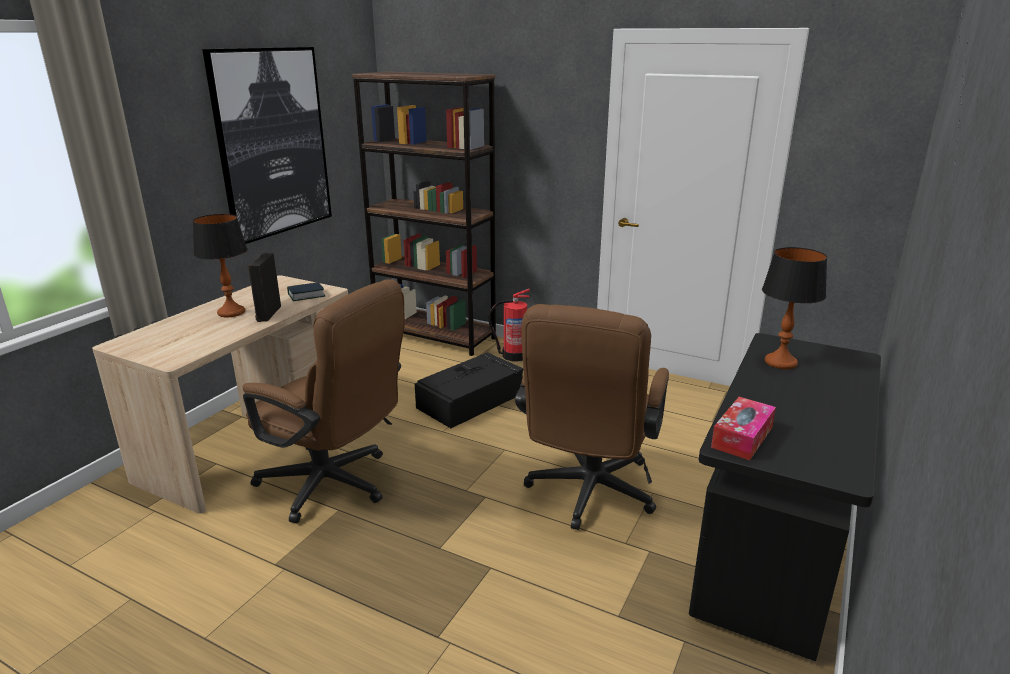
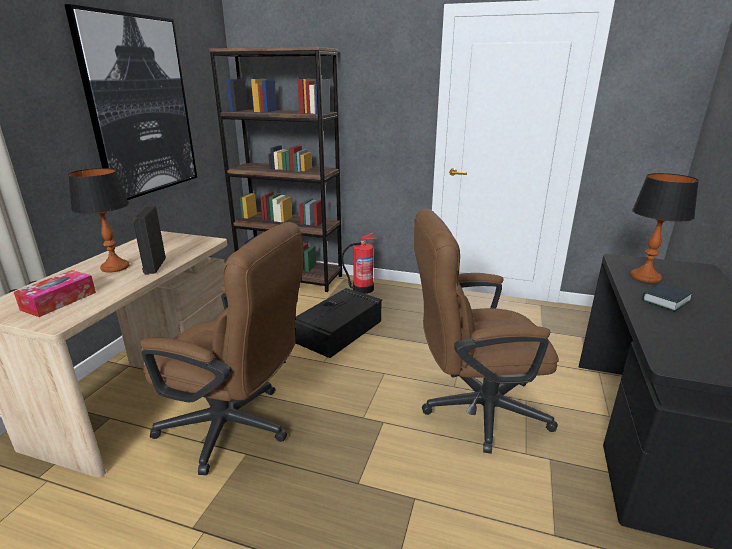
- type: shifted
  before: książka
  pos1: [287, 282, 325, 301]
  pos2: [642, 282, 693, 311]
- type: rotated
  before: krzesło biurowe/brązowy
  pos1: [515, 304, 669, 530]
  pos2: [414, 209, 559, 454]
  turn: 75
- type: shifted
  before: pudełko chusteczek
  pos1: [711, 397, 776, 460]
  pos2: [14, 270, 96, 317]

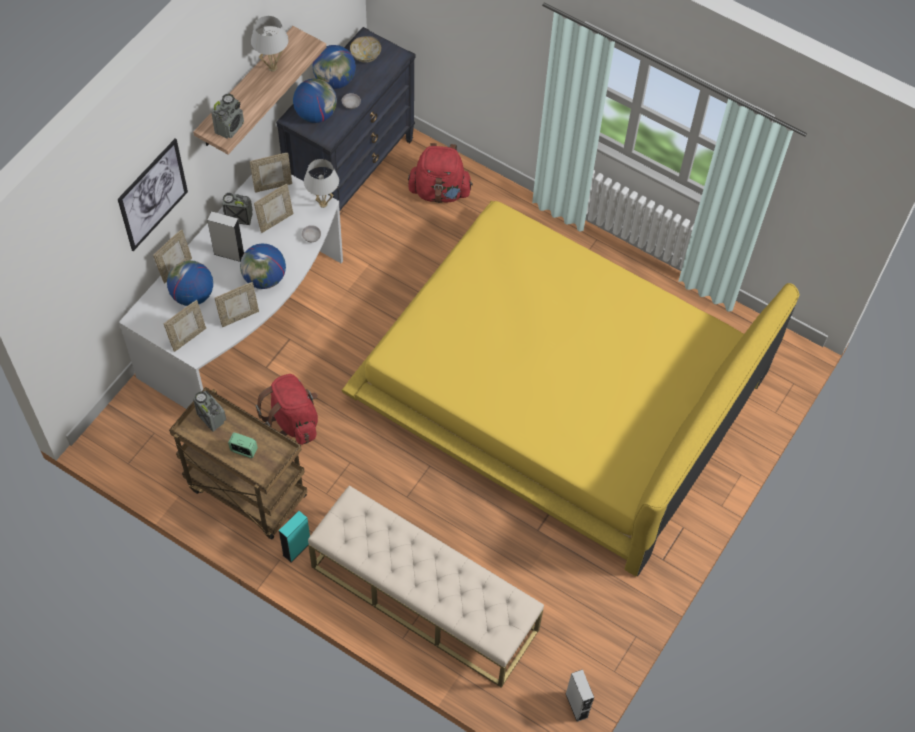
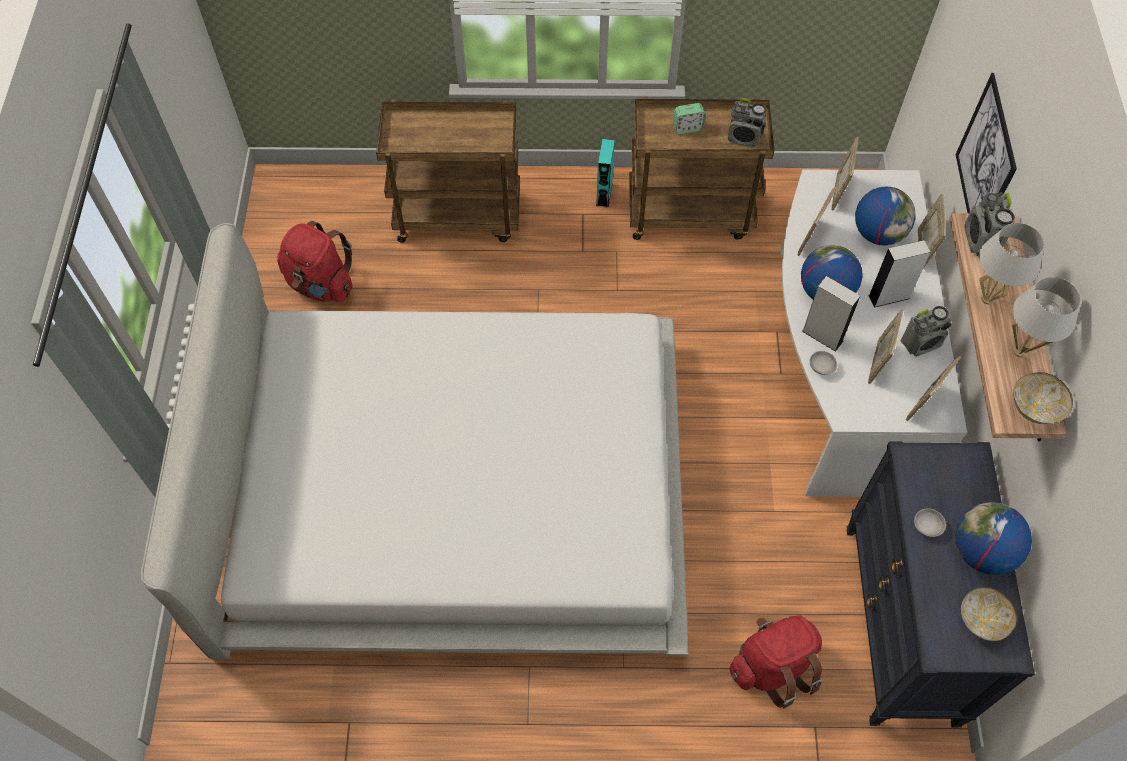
- type: shifted
  before: plecak/czerwony
  pos1: [256, 374, 318, 445]
  pos2: [277, 221, 353, 302]
- type: gone
  before: globus
  pos1: [293, 78, 337, 123]
- type: shifted
  before: lampa stołowa/biały
  pos1: [304, 159, 339, 208]
  pos2: [979, 223, 1044, 305]
- type: swapped
  before: ławka/beżowy
  after: wózek/brązowy
  pos1: [308, 486, 544, 688]
  pos2: [376, 100, 520, 243]
- type: repainted
  before: łóżko/żółty
  after: łóżko/biały
  pos1: [342, 201, 800, 577]
  pos2: [141, 223, 689, 659]
- type: shifted
  before: głośnik/szary
  pos1: [565, 669, 594, 722]
  pos2: [802, 276, 860, 352]
- type: new
  after: miska
  pos2: [1013, 372, 1073, 424]

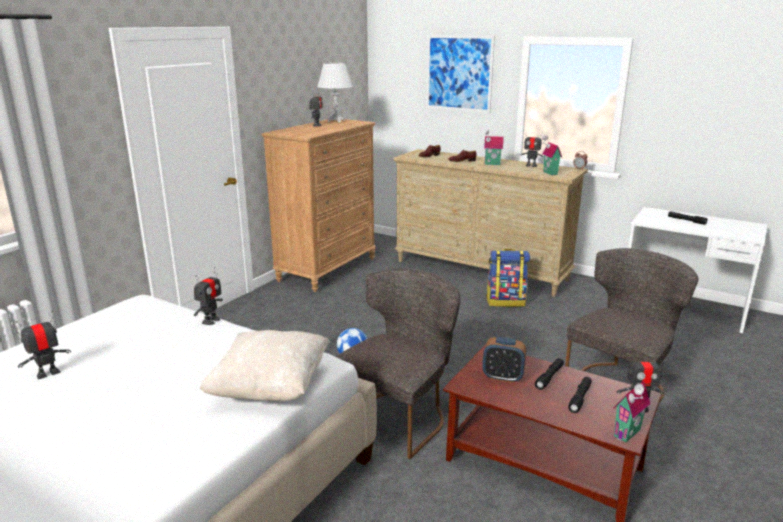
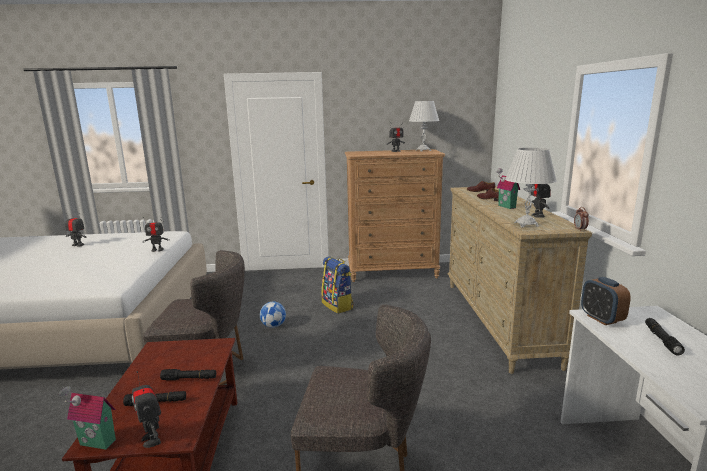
- type: gone
  before: poduszka/beżowy
  pos1: [200, 330, 331, 401]
- type: gone
  before: obraz
  pos1: [426, 35, 495, 113]
- type: shifted
  before: budzik
  pos1: [483, 337, 526, 383]
  pos2: [581, 277, 631, 325]
- type: shifted
  before: plecak
  pos1: [486, 249, 530, 307]
  pos2: [321, 256, 354, 314]
- type: swapped
  before: domek
  after: lampa stołowa/biały
  pos1: [542, 135, 562, 175]
  pos2: [505, 148, 557, 227]

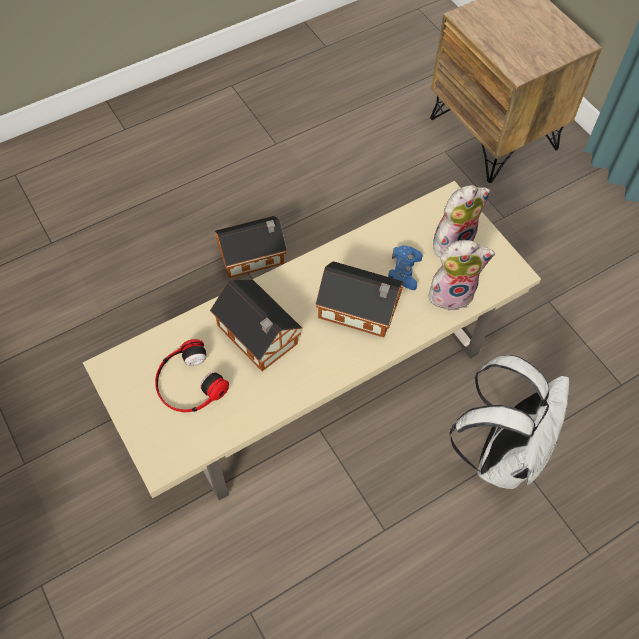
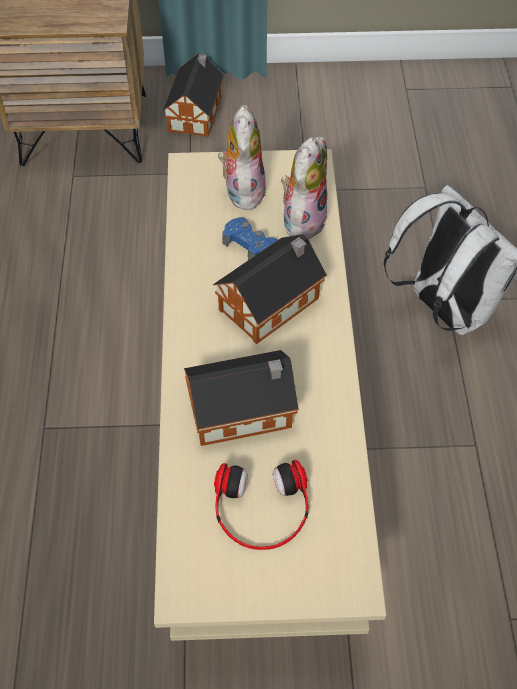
- type: shifted
  before: domek
  pos1: [215, 216, 287, 278]
  pos2: [163, 53, 224, 137]

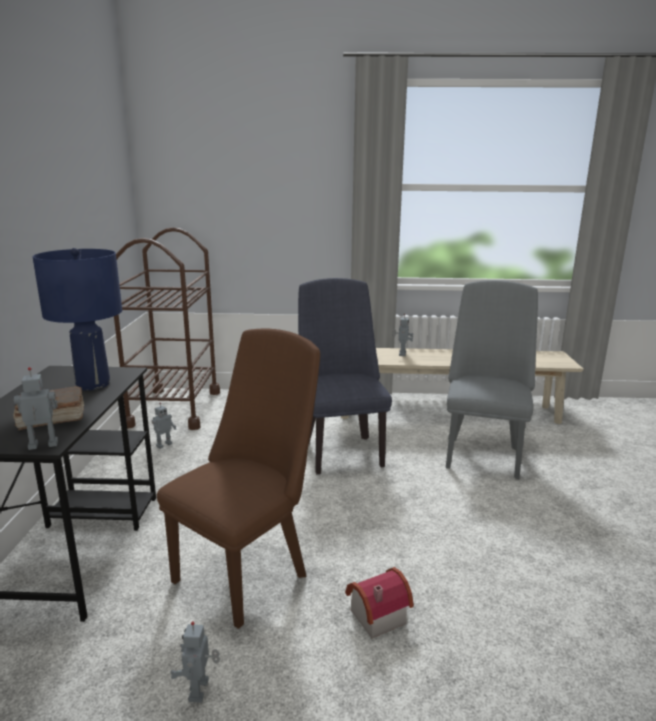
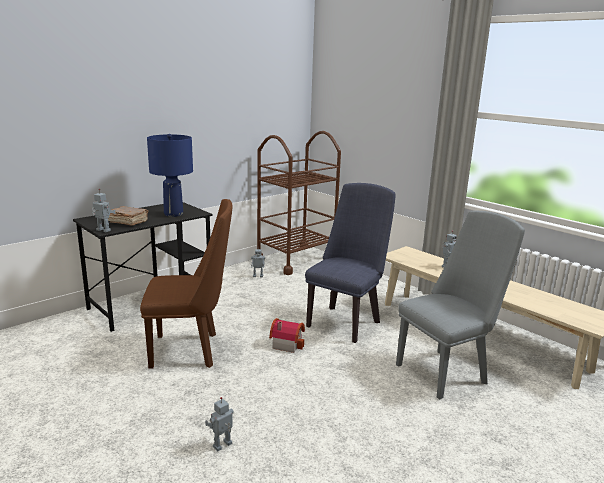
- type: shifted
  before: robot zabawkowy
  pos1: [170, 621, 220, 703]
  pos2: [205, 397, 234, 452]
- type: shifted
  before: domek
  pos1: [345, 567, 414, 638]
  pos2: [269, 318, 305, 353]

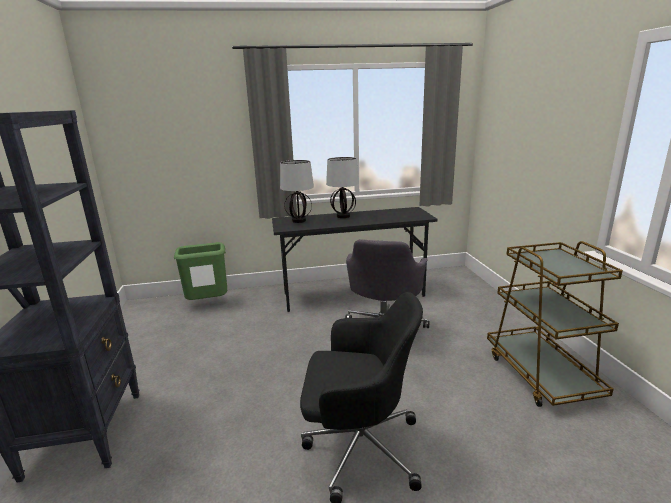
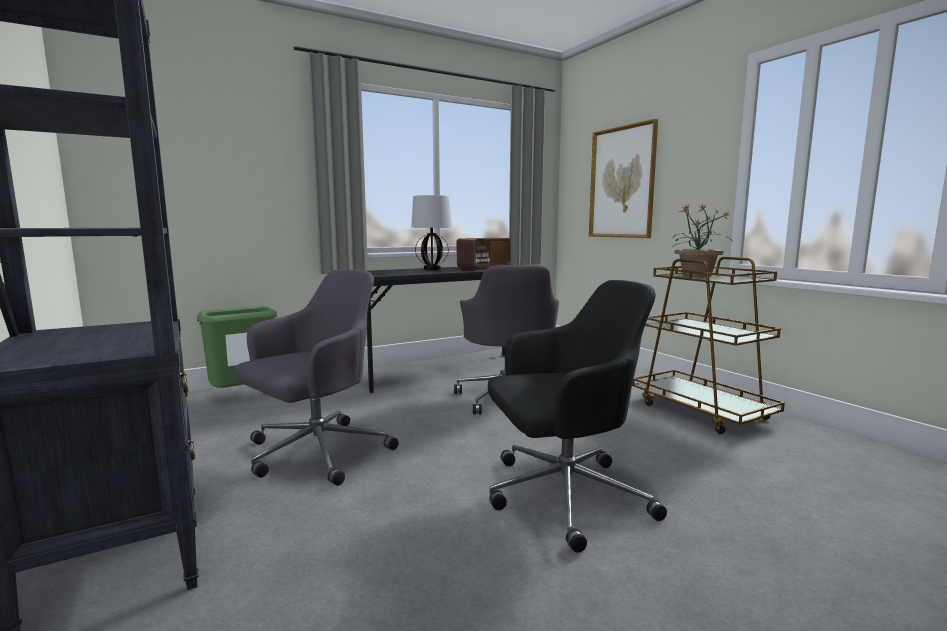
- type: gone
  before: lampa stołowa
  pos1: [280, 160, 314, 223]
- type: new
  after: krzesło biurowe/szary
  pos2: [235, 269, 399, 486]
- type: new
  after: radio
  pos2: [456, 238, 511, 270]
- type: new
  after: obraz
  pos2: [589, 119, 658, 238]
- type: new
  after: roślina doniczkowa
  pos2: [673, 204, 732, 277]

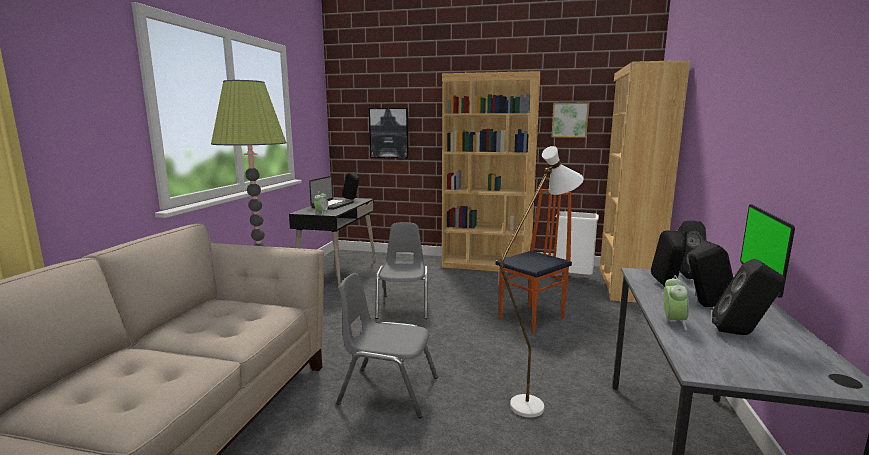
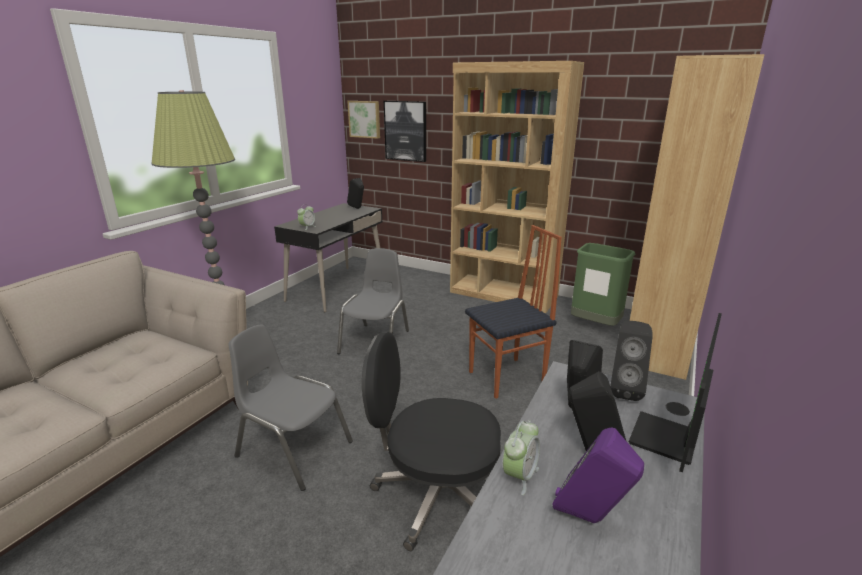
- type: gone
  before: laptop
  pos1: [309, 176, 354, 210]
- type: swapped
  before: lampa stojąca/biały
  after: krzesło biurowe/czarny
  pos1: [500, 146, 583, 418]
  pos2: [362, 332, 501, 551]
- type: shifted
  before: obraz
  pos1: [552, 103, 589, 138]
  pos2: [347, 101, 380, 139]
- type: repainted
  before: kosz na śmieci/biały
  after: kosz na śmieci/zielony
  pos1: [556, 211, 599, 275]
  pos2: [571, 243, 635, 326]
- type: repainted
  before: głośnik/czarny
  after: głośnik/fioletowy
  pos1: [712, 259, 785, 335]
  pos2: [552, 427, 644, 523]

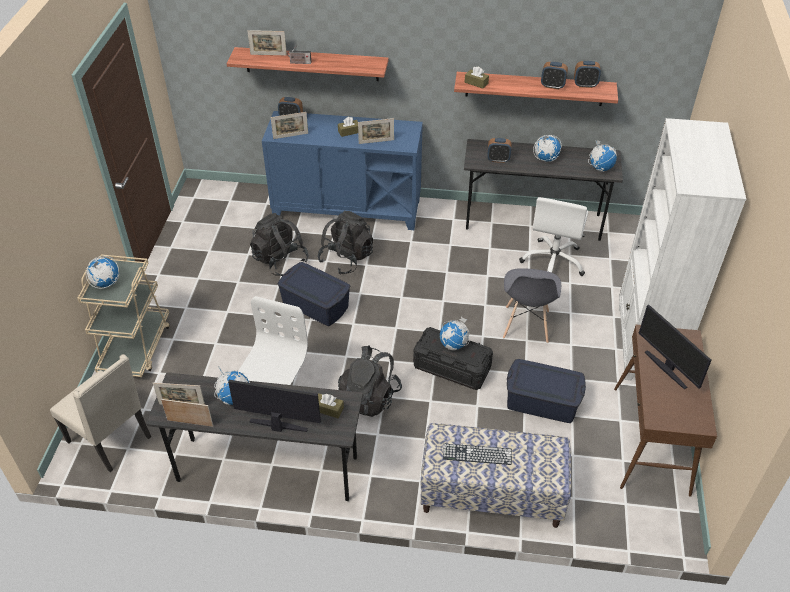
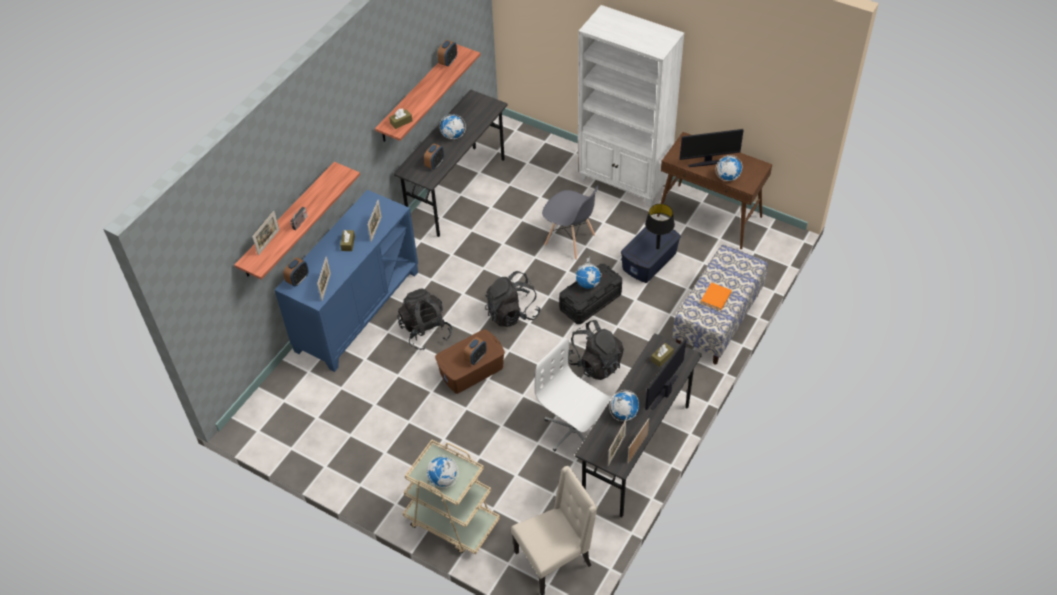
- type: shifted
  before: plecak/czarny
  pos1: [250, 213, 309, 276]
  pos2: [485, 271, 541, 327]
- type: repainted
  before: pojemnik do przechowywania/niebieski
  after: pojemnik do przechowywania/brązowy
  pos1: [278, 262, 350, 326]
  pos2: [435, 329, 505, 394]
- type: swapped
  before: klawiatura
  after: książka/pomarańczowy
  pos1: [443, 444, 512, 465]
  pos2: [700, 282, 732, 311]
- type: gone
  before: krzesło biurowe/biały
  pos1: [519, 197, 588, 276]
- type: shifted
  before: budzik
  pos1: [541, 62, 568, 89]
  pos2: [464, 337, 487, 365]
- type: shifted
  before: globus
  pos1: [588, 140, 617, 172]
  pos2: [716, 155, 742, 181]
- type: new
  after: lampa stołowa/czarny
  pos2: [645, 204, 675, 249]

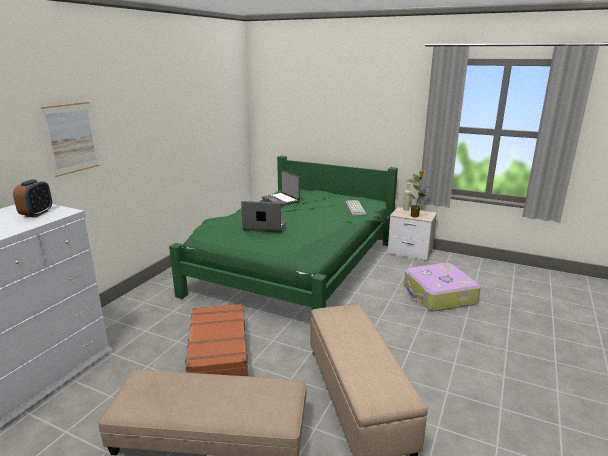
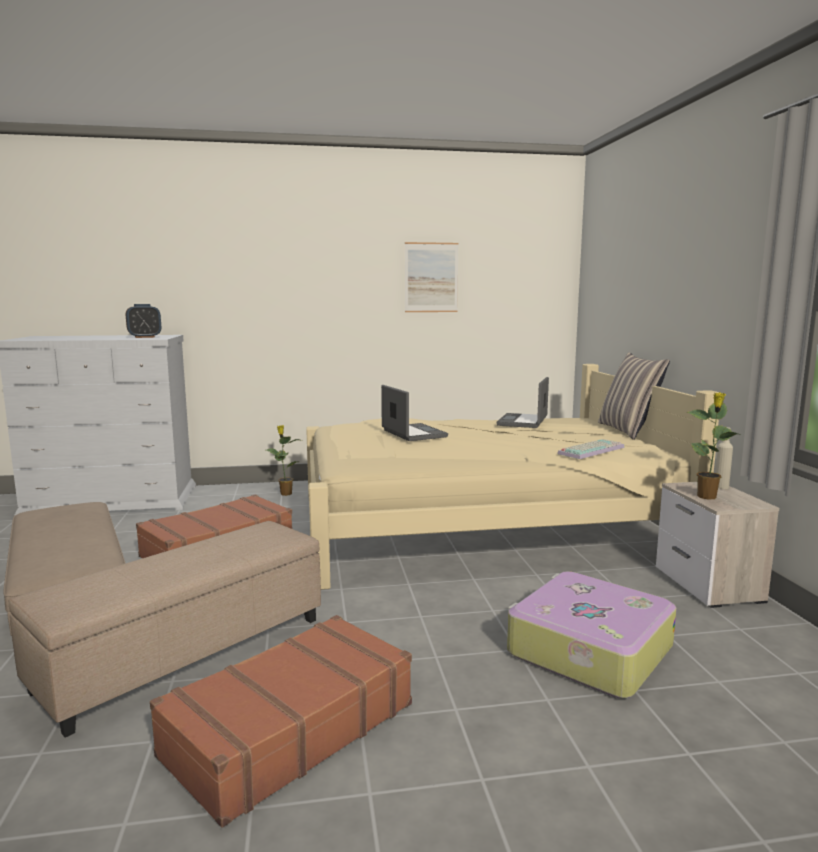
- type: shifted
  before: obraz
  pos1: [41, 102, 100, 177]
  pos2: [405, 242, 459, 312]
- type: repainted
  before: łóżko/zielony
  after: łóżko/beżowy
  pos1: [169, 156, 398, 310]
  pos2: [306, 364, 719, 590]
- type: new
  after: walizka/brązowy
  pos2: [150, 615, 412, 828]
- type: new
  after: roślina doniczkowa
  pos2: [266, 425, 302, 496]
- type: new
  after: poduszka
  pos2: [598, 352, 670, 440]

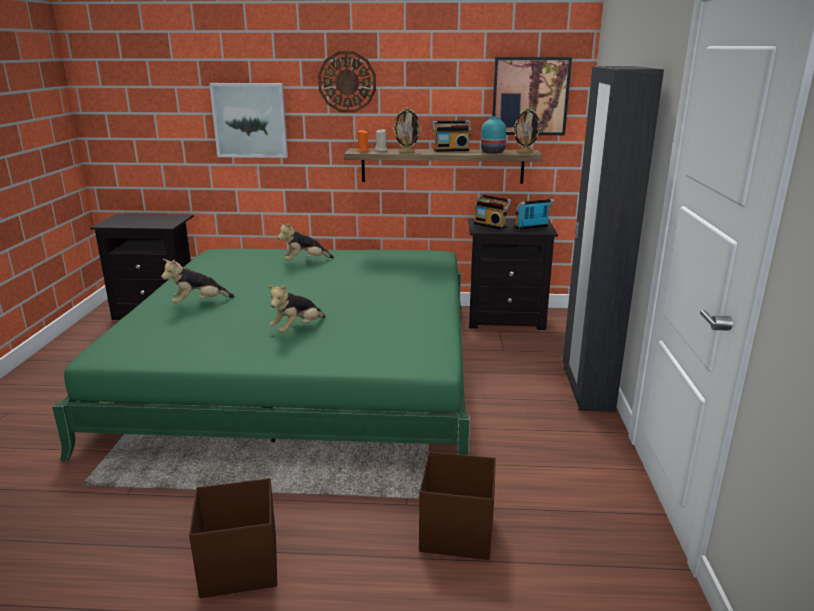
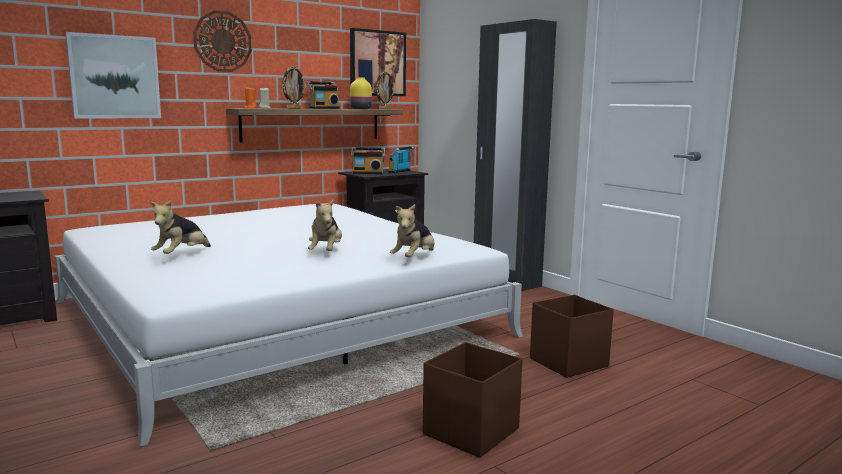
- type: repainted
  before: łóżko/zielony
  after: łóżko/biały
  pos1: [52, 249, 470, 462]
  pos2: [55, 203, 523, 447]
- type: shifted
  before: pluszak
  pos1: [278, 223, 334, 260]
  pos2: [390, 204, 435, 257]
- type: repainted
  before: wazon/turkusowy
  after: wazon/żółty
  pos1: [481, 116, 506, 154]
  pos2: [350, 77, 372, 109]

